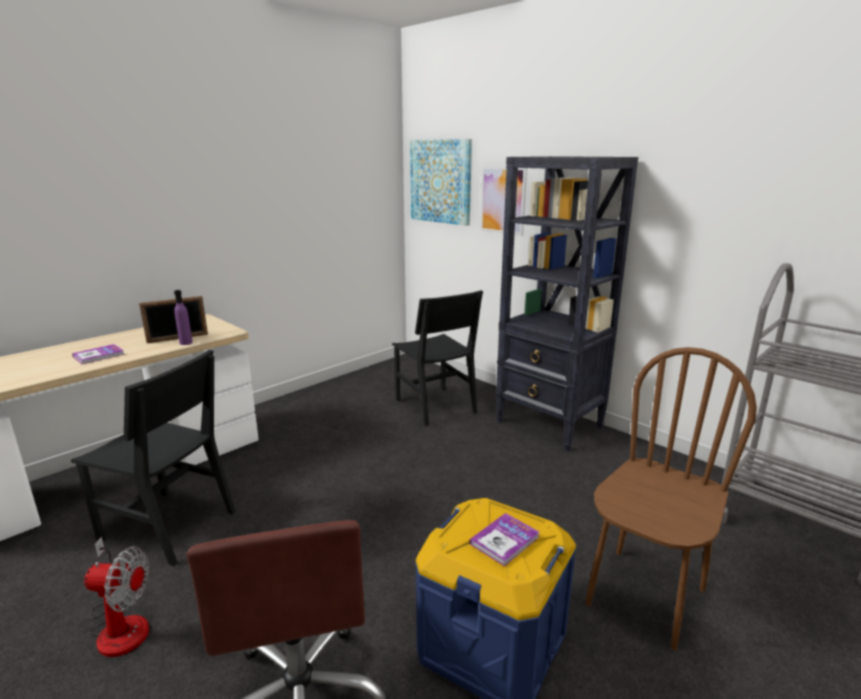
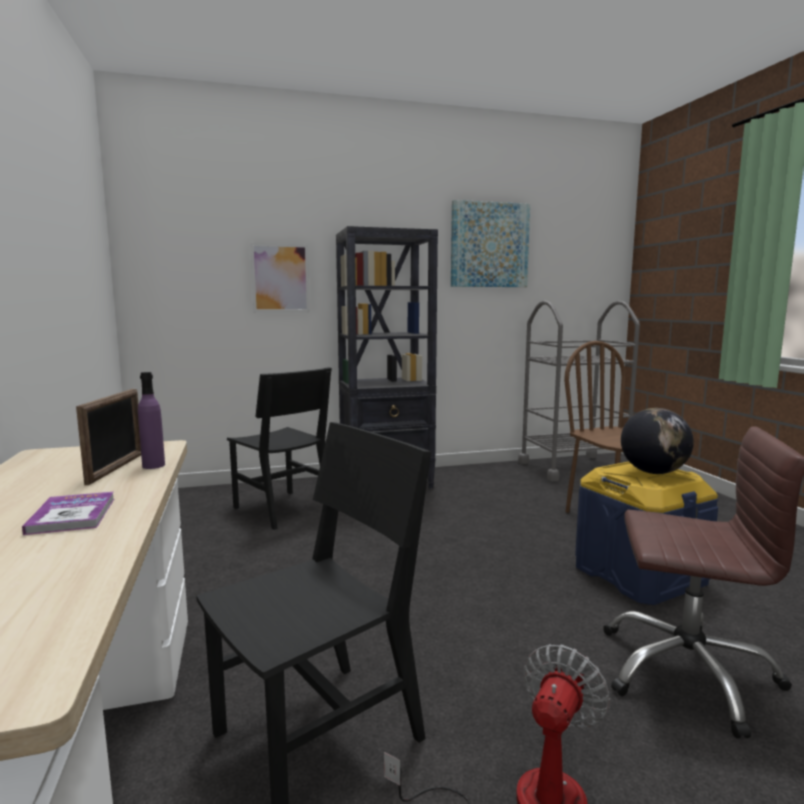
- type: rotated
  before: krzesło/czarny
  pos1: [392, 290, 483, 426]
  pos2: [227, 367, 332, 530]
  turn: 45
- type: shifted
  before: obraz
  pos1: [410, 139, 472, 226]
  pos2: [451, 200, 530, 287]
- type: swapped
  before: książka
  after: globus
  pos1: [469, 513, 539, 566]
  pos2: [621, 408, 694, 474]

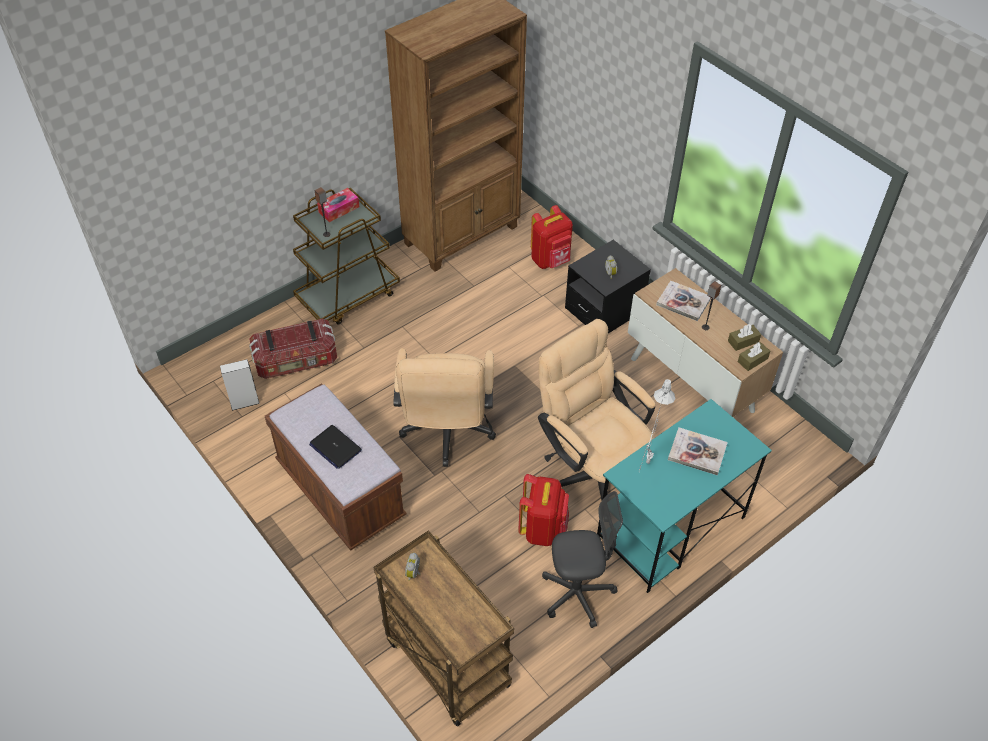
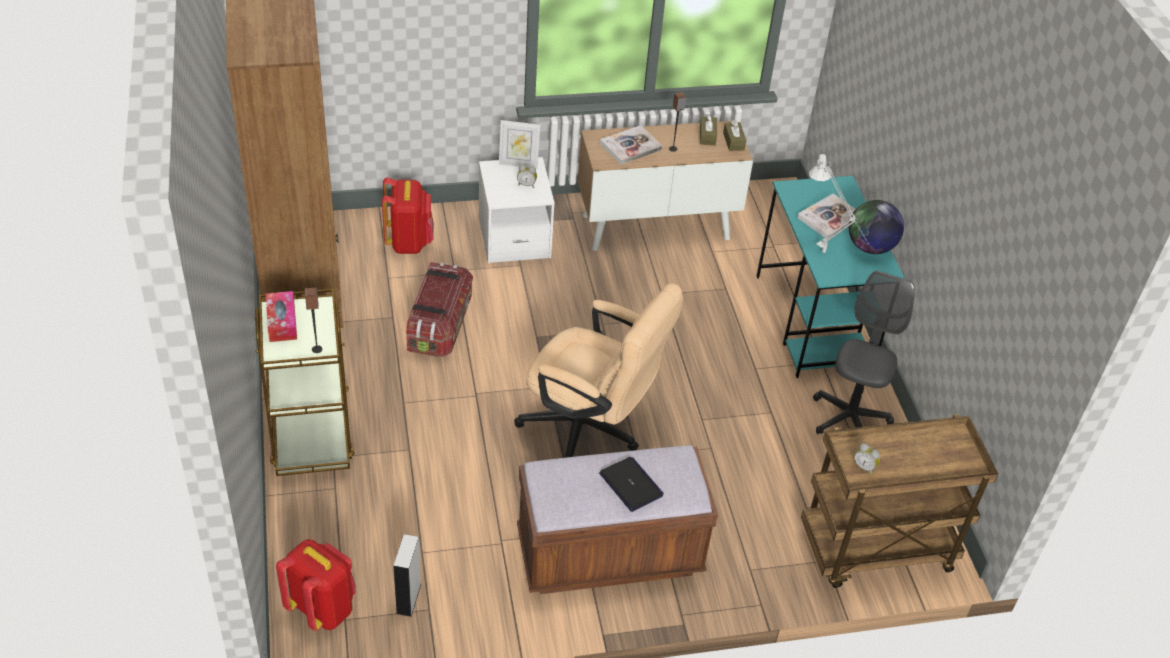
- type: shifted
  before: pojemnik do przechowywania
  pos1: [249, 319, 337, 379]
  pos2: [406, 262, 473, 357]
- type: rotated
  before: laptop
  pos1: [309, 425, 362, 469]
  pos2: [599, 457, 664, 512]
  turn: -105
- type: shifted
  before: plecak/czerwony
  pos1: [518, 474, 569, 546]
  pos2: [276, 539, 356, 631]
- type: gone
  before: krzesło biurowe/beżowy
  pos1: [538, 319, 655, 501]
- type: repainted
  before: szafka nocna/czarny
  after: szafka nocna/biały
  pos1: [565, 240, 651, 333]
  pos2: [479, 157, 555, 263]
- type: new
  after: ramka na zdjęcie
  pos2: [499, 120, 540, 169]
- type: new
  after: globus
  pos2: [849, 200, 904, 254]

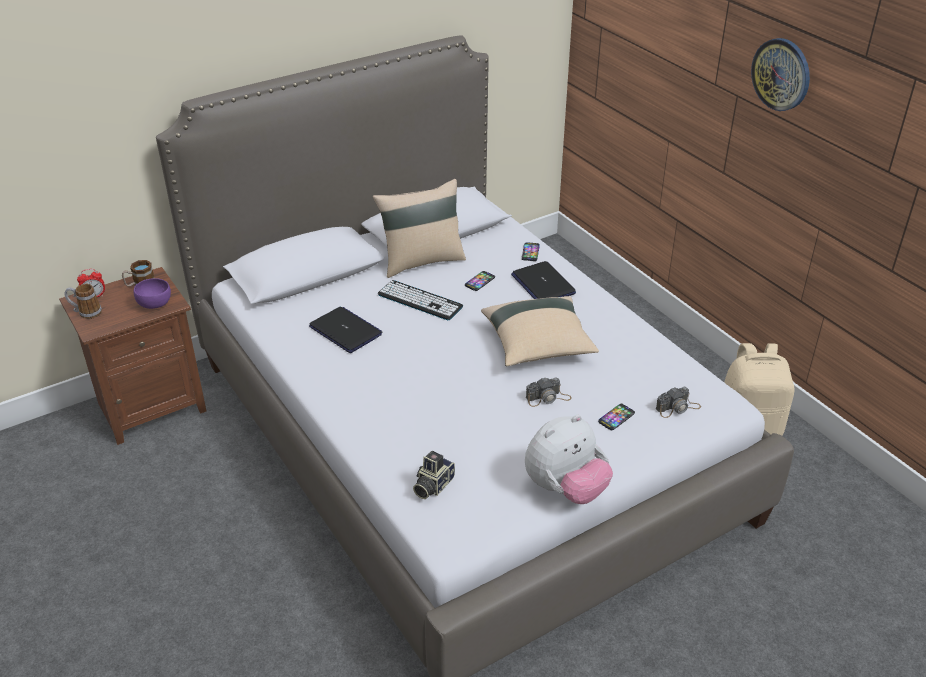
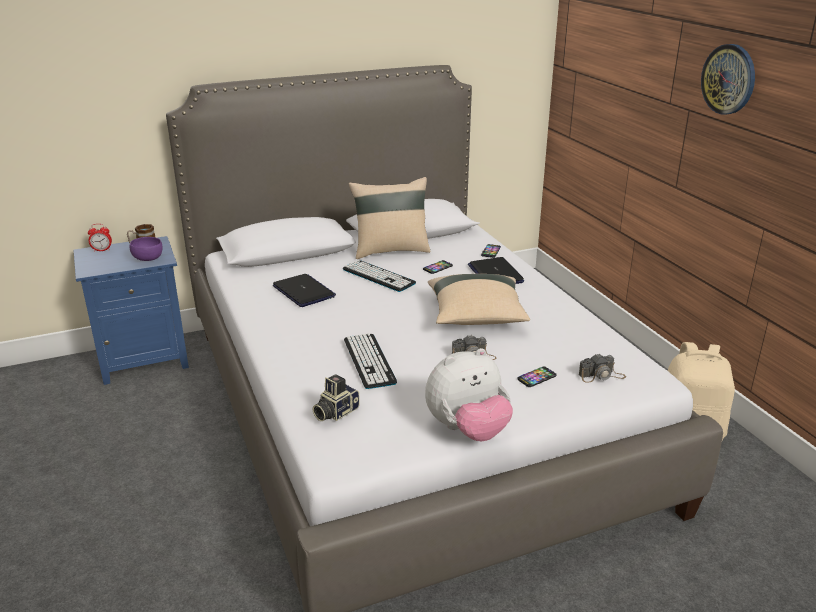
- type: repainted
  before: szafka nocna/brązowy
  after: szafka nocna/niebieski
  pos1: [59, 267, 207, 445]
  pos2: [74, 236, 189, 385]
- type: gone
  before: kubek
  pos1: [64, 284, 102, 319]
- type: new
  after: klawiatura
  pos2: [344, 333, 397, 389]

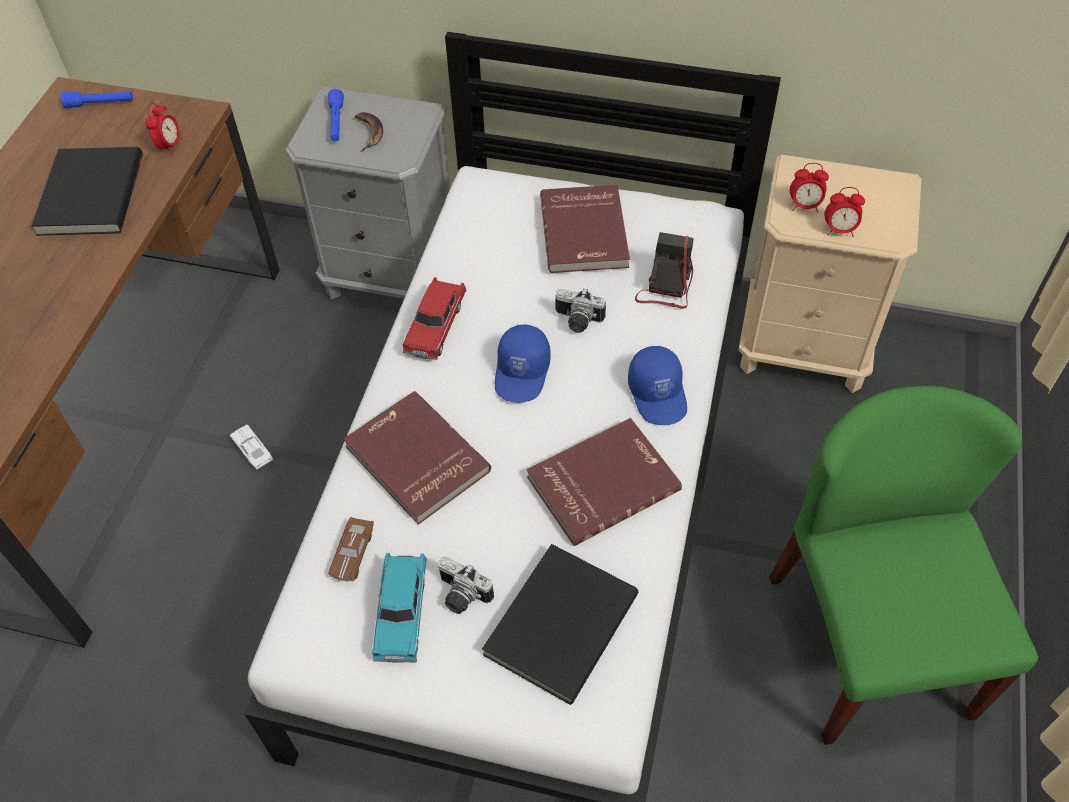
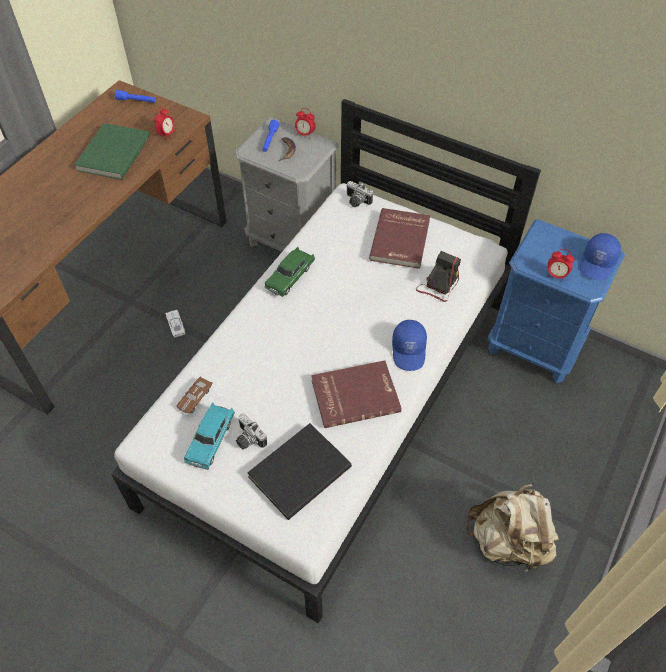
- type: repainted
  before: książka/czarny
  after: książka/zielony
  pos1: [32, 147, 143, 236]
  pos2: [74, 123, 150, 180]
- type: gone
  before: książka/czerwony
  pos1: [344, 391, 491, 525]
- type: repainted
  before: samochodzik/czerwony
  after: samochodzik/zielony
  pos1: [403, 277, 466, 360]
  pos2: [264, 247, 315, 297]
- type: shifted
  before: czapka z daszkiem/niebieski
  pos1: [495, 325, 551, 403]
  pos2: [579, 233, 621, 280]
- type: shifted
  before: aparat fotograficzny
  pos1: [556, 288, 606, 333]
  pos2: [346, 181, 373, 207]
- type: repainted
  before: szafka nocna/beżowy
  after: szafka nocna/niebieski
  pos1: [738, 155, 921, 393]
  pos2: [488, 219, 625, 383]
- type: swapped
  before: krzesło/zielony
  after: plecak/beżowy
  pos1: [769, 386, 1038, 745]
  pos2: [465, 484, 559, 574]
- type: shifted
  before: budzik
  pos1: [790, 163, 829, 212]
  pos2: [295, 108, 315, 139]

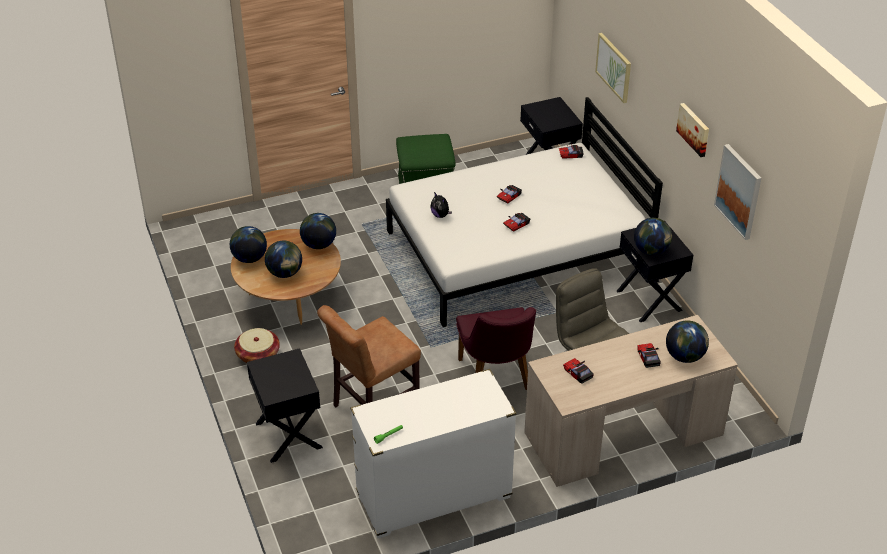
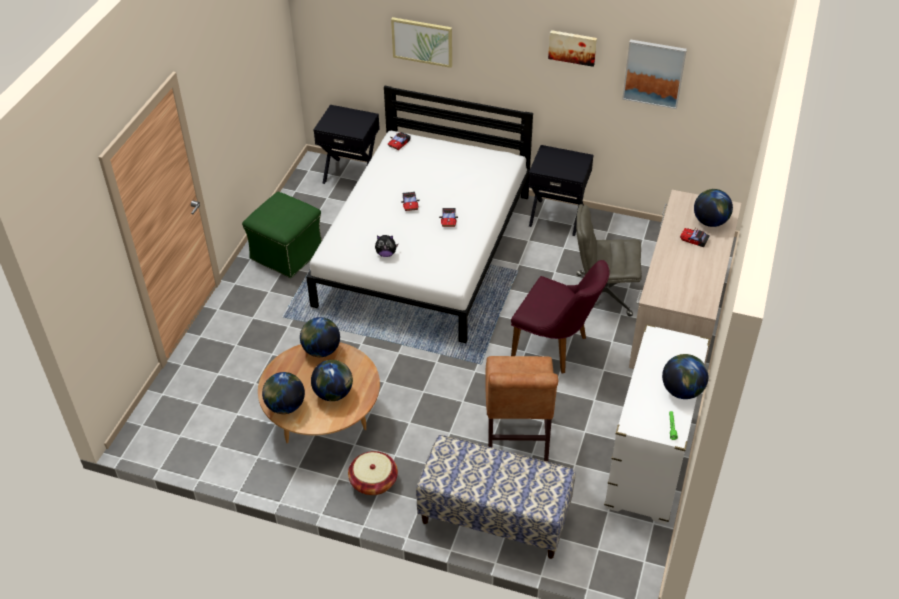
- type: swapped
  before: szafka nocna/czarny
  after: ławka
  pos1: [247, 348, 323, 463]
  pos2: [416, 435, 576, 559]
- type: gone
  before: samochodzik
  pos1: [563, 358, 594, 384]
- type: shifted
  before: globus
  pos1: [634, 218, 672, 255]
  pos2: [662, 354, 708, 399]

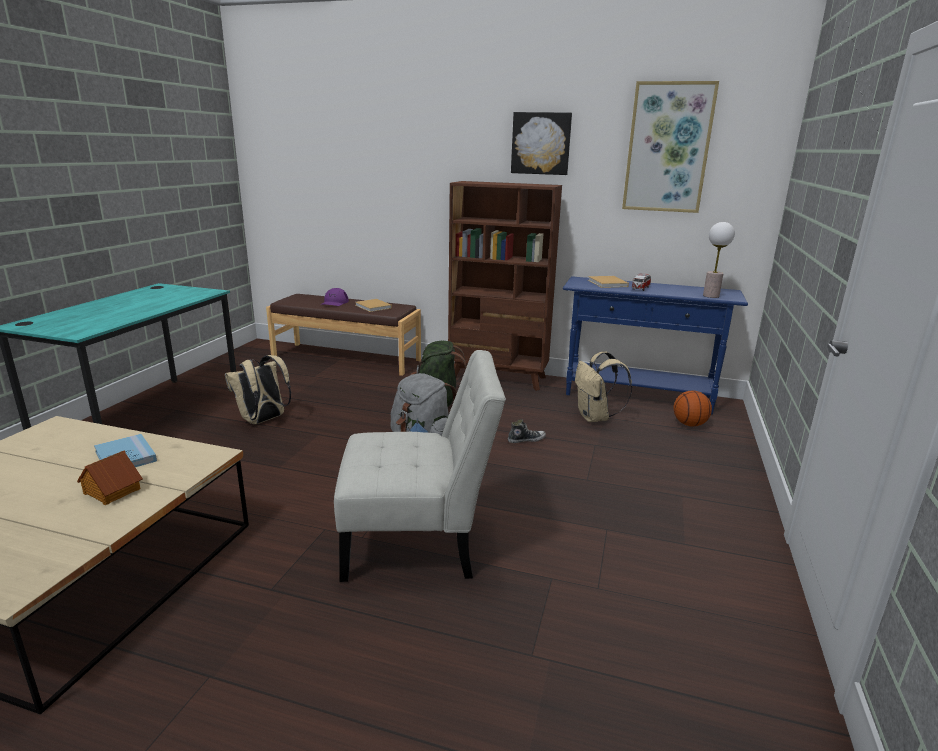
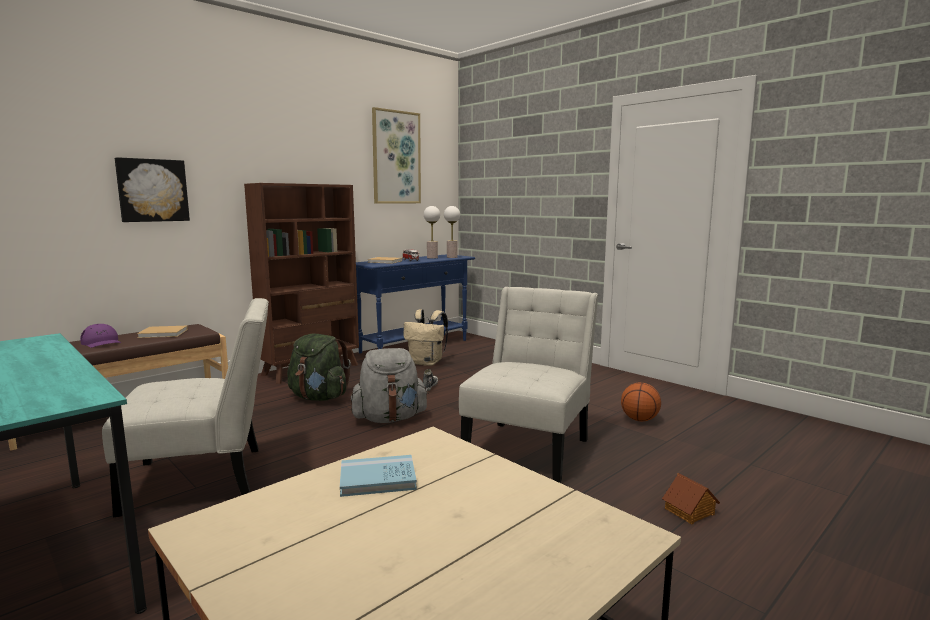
- type: shifted
  before: domek
  pos1: [77, 450, 143, 505]
  pos2: [662, 473, 720, 524]
- type: swapped
  before: plecak/beżowy
  after: krzesło/biały
  pos1: [225, 355, 291, 424]
  pos2: [102, 298, 269, 517]
- type: shifted
  before: obraz
  pos1: [511, 112, 572, 175]
  pos2: [115, 157, 190, 222]
- type: shifted
  before: piłka do koszykówki
  pos1: [673, 390, 712, 427]
  pos2: [621, 383, 661, 422]
- type: new
  after: lampa stołowa
  pos2: [424, 206, 440, 259]

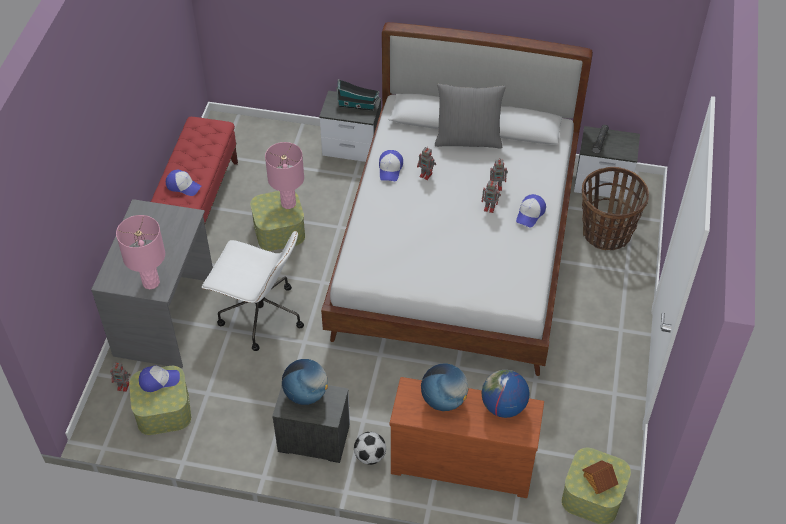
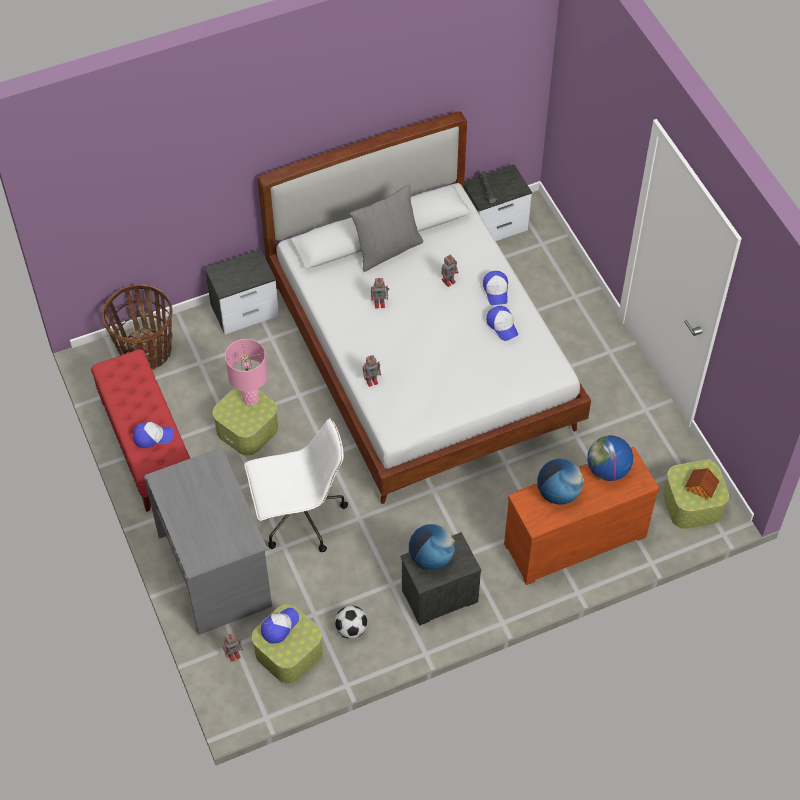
- type: gone
  before: lampa stołowa/różowy
  pos1: [116, 215, 165, 289]
- type: gone
  before: domek
  pos1: [336, 79, 380, 111]
- type: shifted
  before: piłka futbolowa
  pos1: [354, 432, 386, 465]
  pos2: [335, 606, 368, 639]
- type: shifted
  before: czapka z daszkiem
  pos1: [379, 150, 403, 181]
  pos2: [486, 306, 518, 341]
- type: shifted
  before: robot zabawkowy
  pos1: [482, 180, 501, 213]
  pos2: [363, 355, 381, 387]
- type: shifted
  before: koszyk
  pos1: [582, 167, 649, 250]
  pos2: [102, 284, 172, 370]

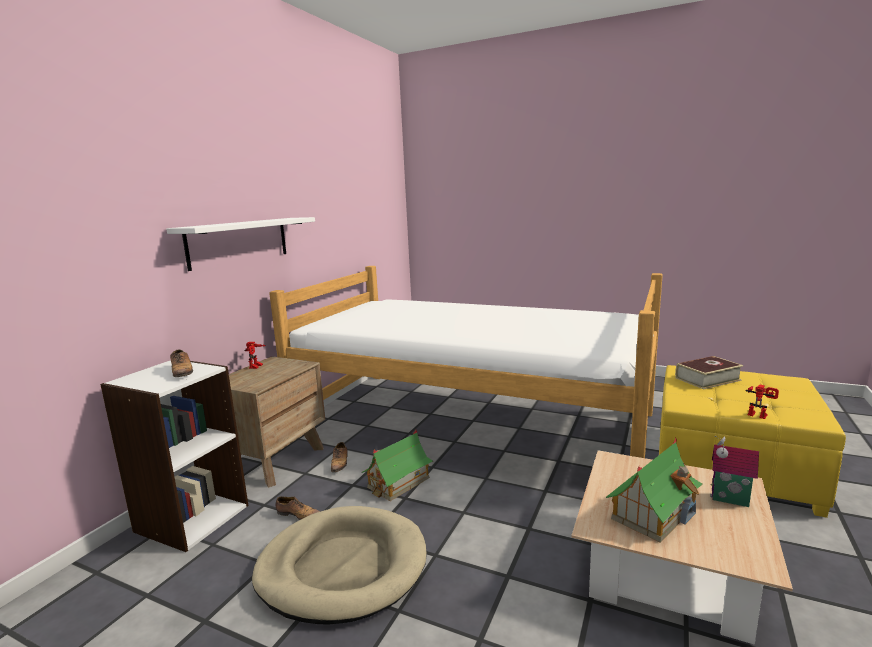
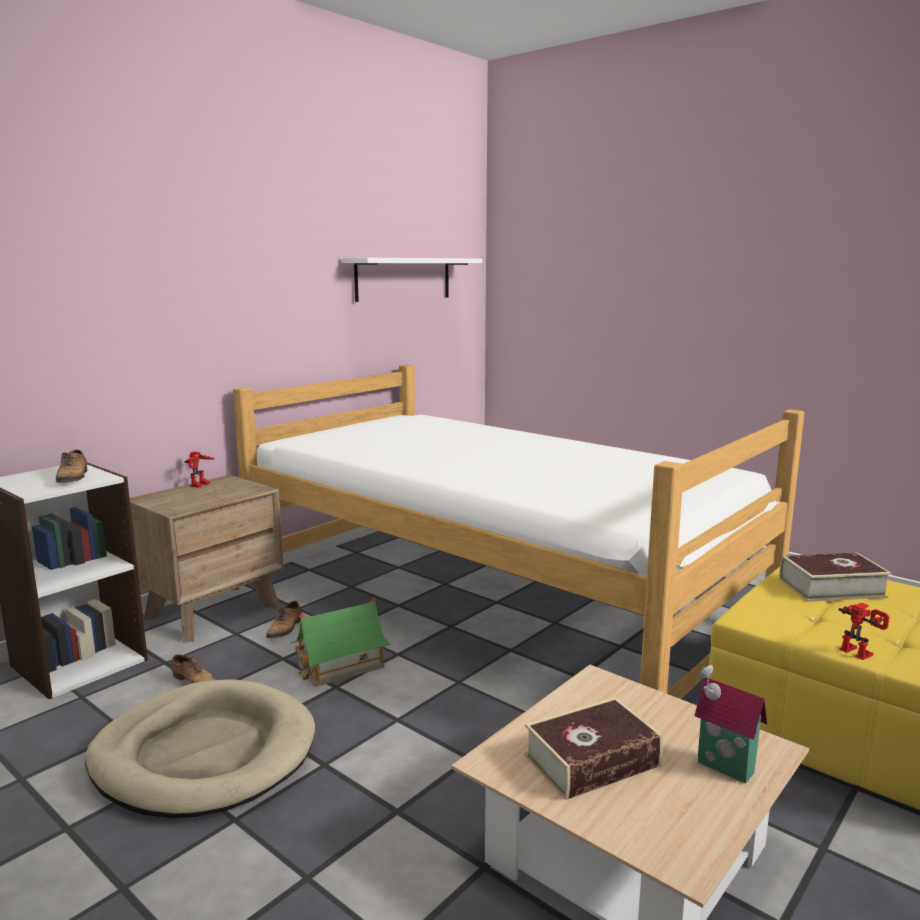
- type: shifted
  before: półka/biały
  pos1: [166, 217, 315, 271]
  pos2: [341, 258, 482, 302]
- type: swapped
  before: domek
  after: książka
  pos1: [606, 438, 702, 543]
  pos2: [524, 697, 663, 800]

